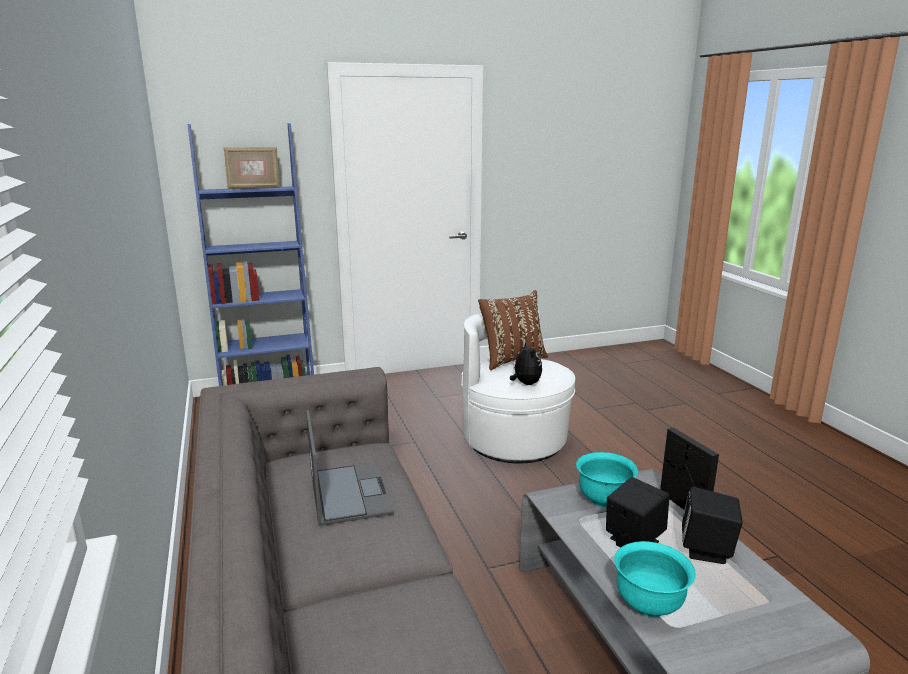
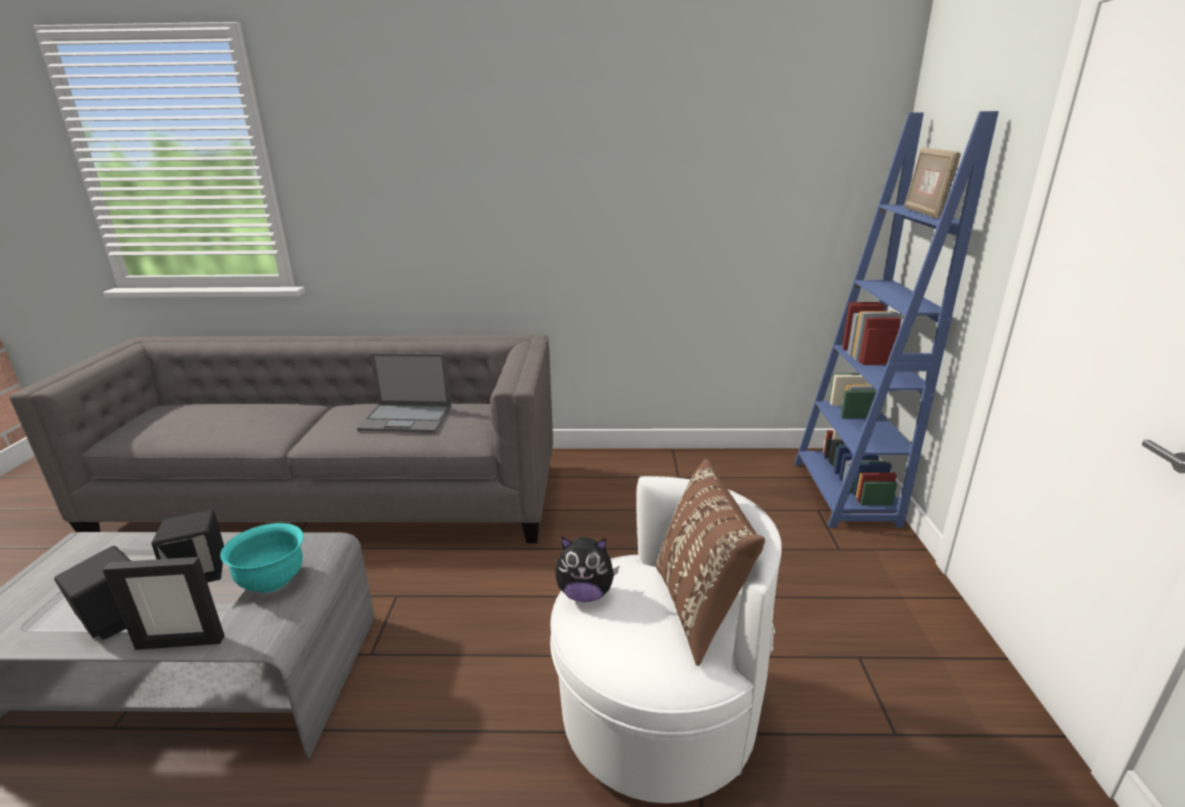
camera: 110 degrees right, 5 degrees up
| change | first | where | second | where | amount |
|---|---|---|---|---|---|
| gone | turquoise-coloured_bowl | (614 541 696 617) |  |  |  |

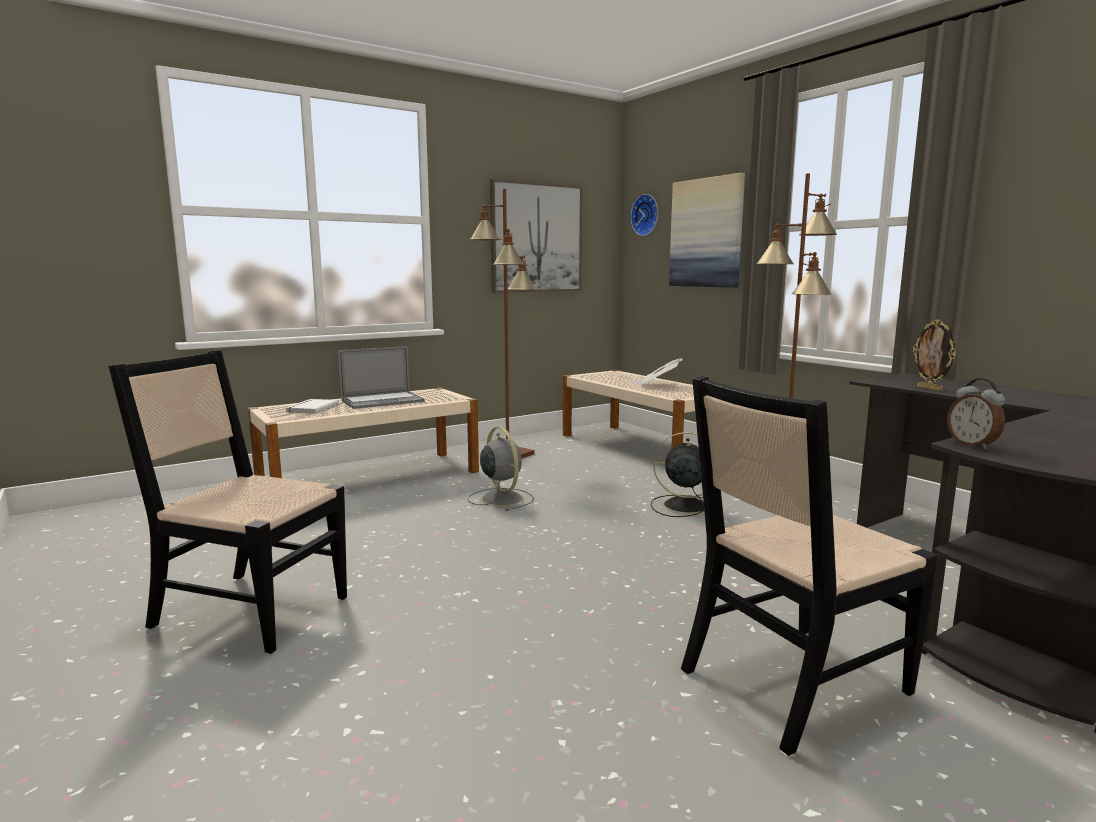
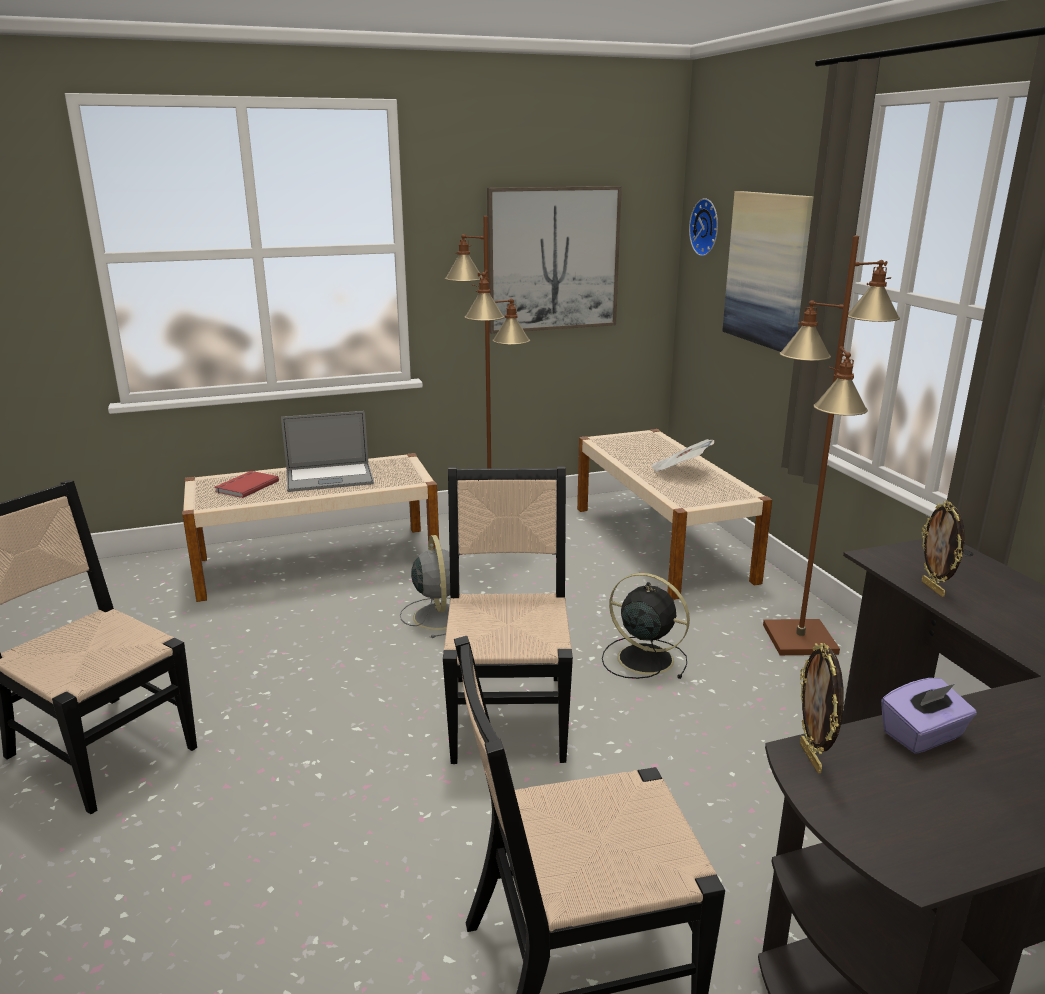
camera: 15 degrees right, 10 degrees up
| change | first | where | second | where | amount |
|---|---|---|---|---|---|
| repainted | white-coloured_book | (285 399 339 414) | red-coloured_book | (214 471 279 498) |  |
| new |  |  | plain_chair | (443 466 573 764) |  |
| swapped | bedside_clock | (947 378 1005 449) | picture_frame | (800 643 844 773) |  |
| new |  |  | purplish_tissue_holder | (881 678 977 754) |  |

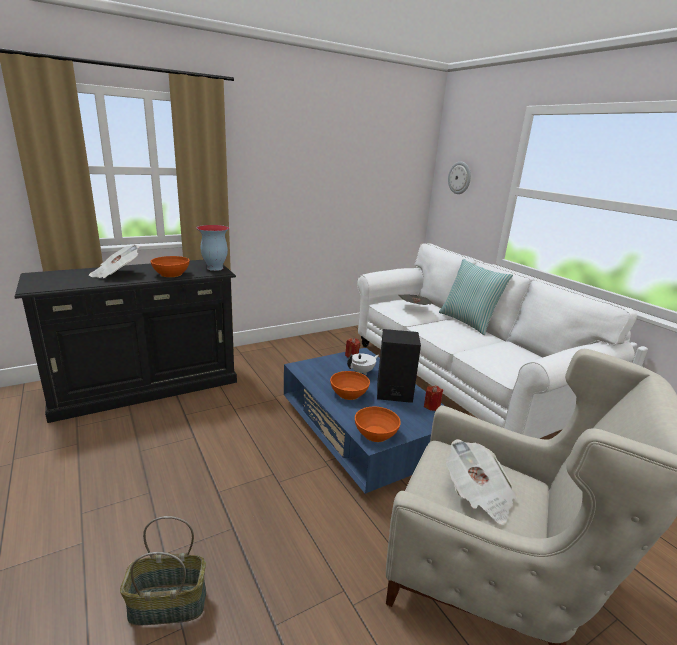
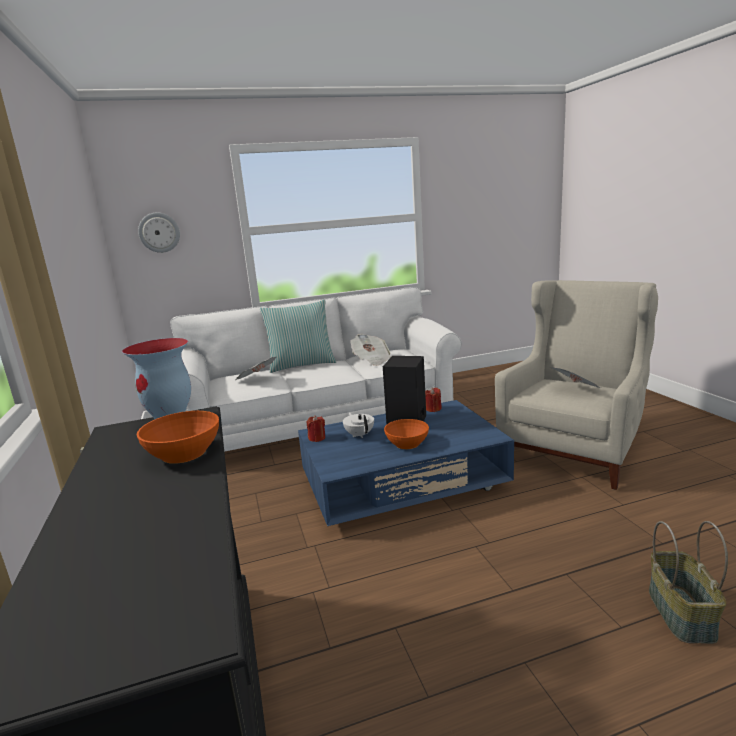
camera: 75 degrees left, 5 degrees down
| change | first | where | second | where | amount |
|---|---|---|---|---|---|
| shifted | newspaper | (89 245 139 278) |  | (350 334 392 366) |  |
| gone | orange-coloured_bowl | (355 407 401 442) |  |  |  |

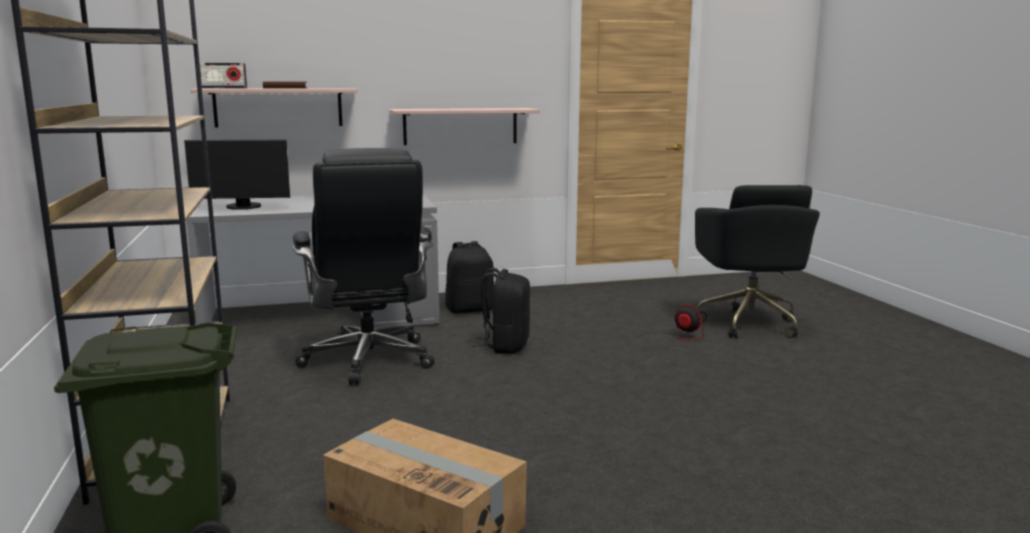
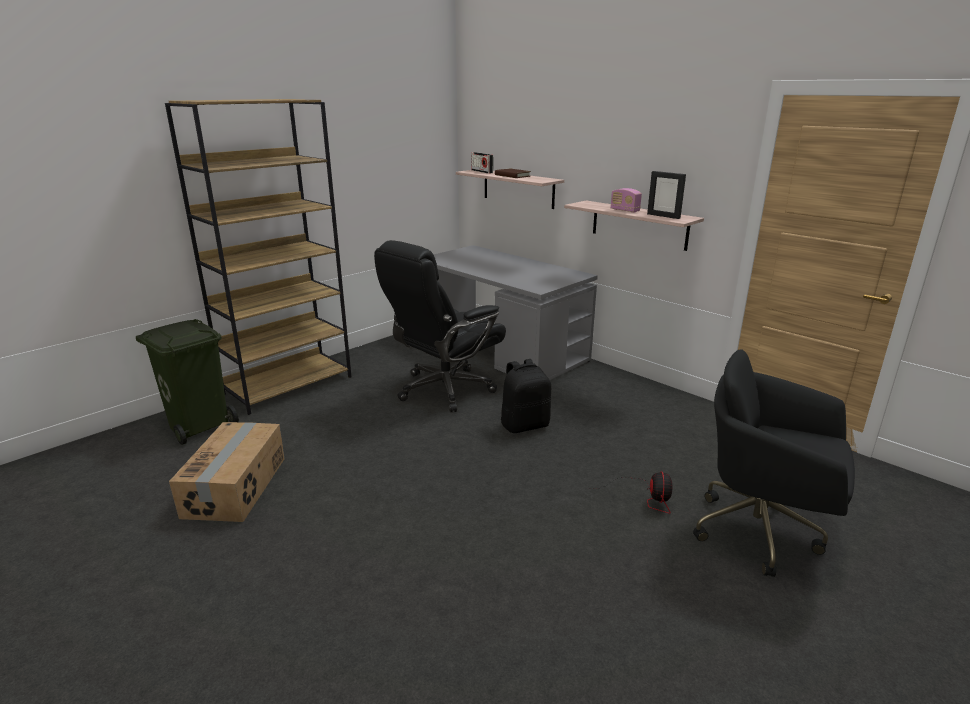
camera: 60 degrees right, 10 degrees up
| change | first | where | second | where | amount |
|---|---|---|---|---|---|
| new |  |  | radio_receiver | (611 188 642 213) |  |
| new |  |  | picture_frame | (647 171 686 219) |  |
| rotated | blackish_desk_chair | (695 185 820 338) |  | (693 349 855 577) | 60 degrees clockwise |
| gone | computer_screen | (184 140 290 210) |  |  |  |
| gone | blackish_rucksack | (445 241 494 313) |  |  |  |

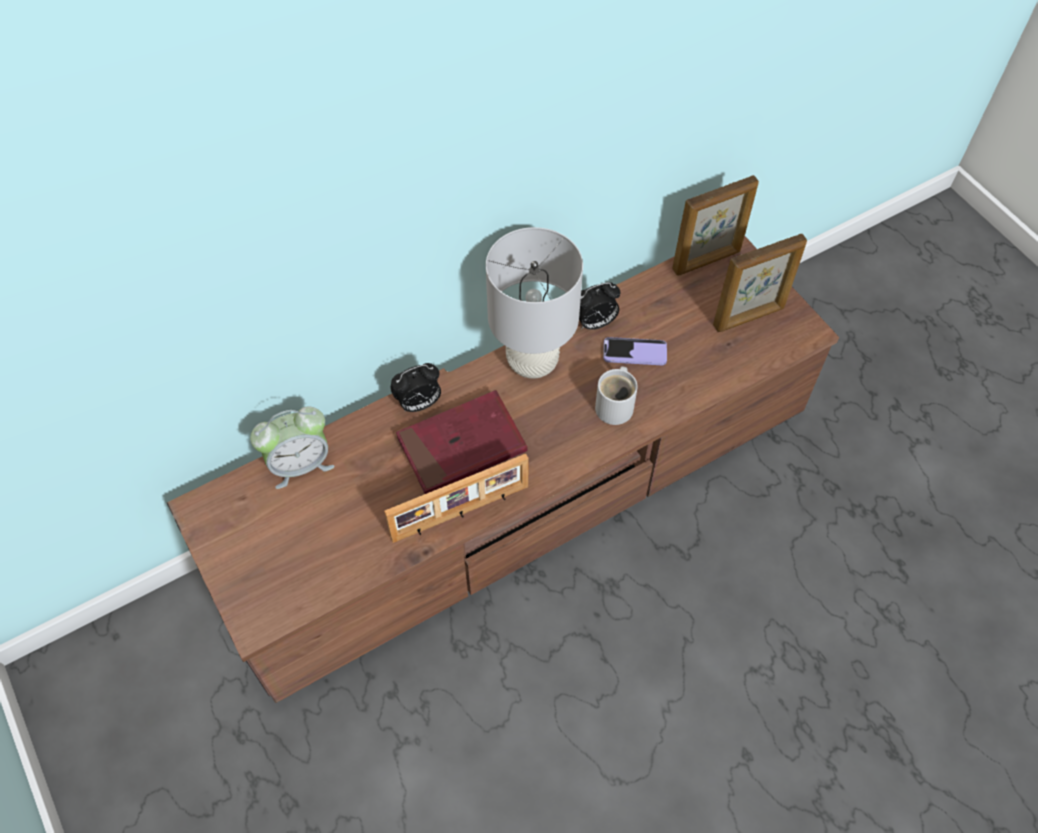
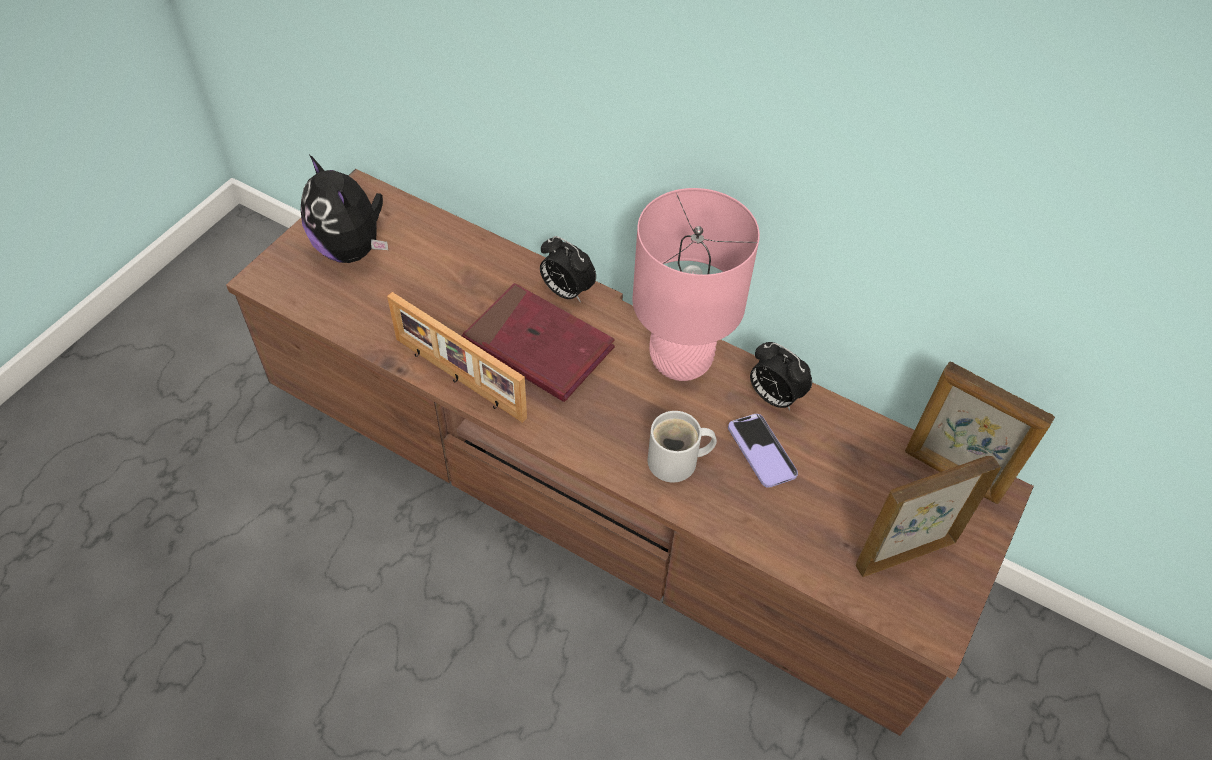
camera: 60 degrees right, 5 degrees down
| change | first | where | second | where | amount |
|---|---|---|---|---|---|
| new |  |  | plush_toy | (301 155 388 263) |  |
| repainted | gray_lamp_for_a_table | (486 227 583 379) | pinkish_lamp_for_a_table | (633 188 760 381) |  |
| rotated | picture_frame | (713 234 807 332) |  | (856 456 1001 577) | 120 degrees clockwise |
| gone | bedside_clock | (250 406 335 489) |  |  |  |

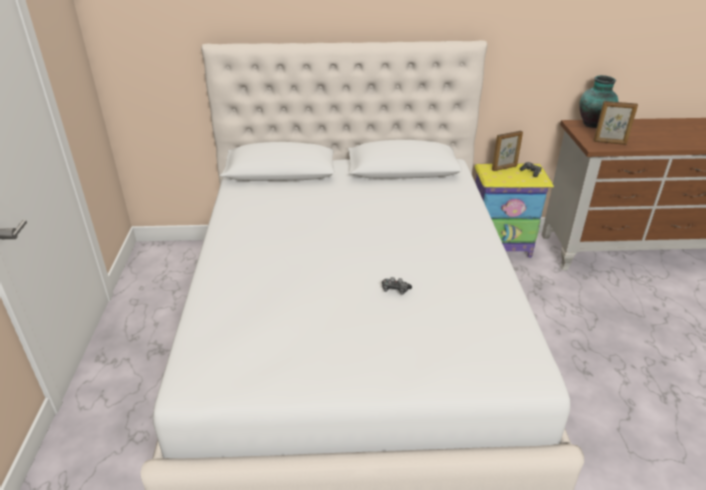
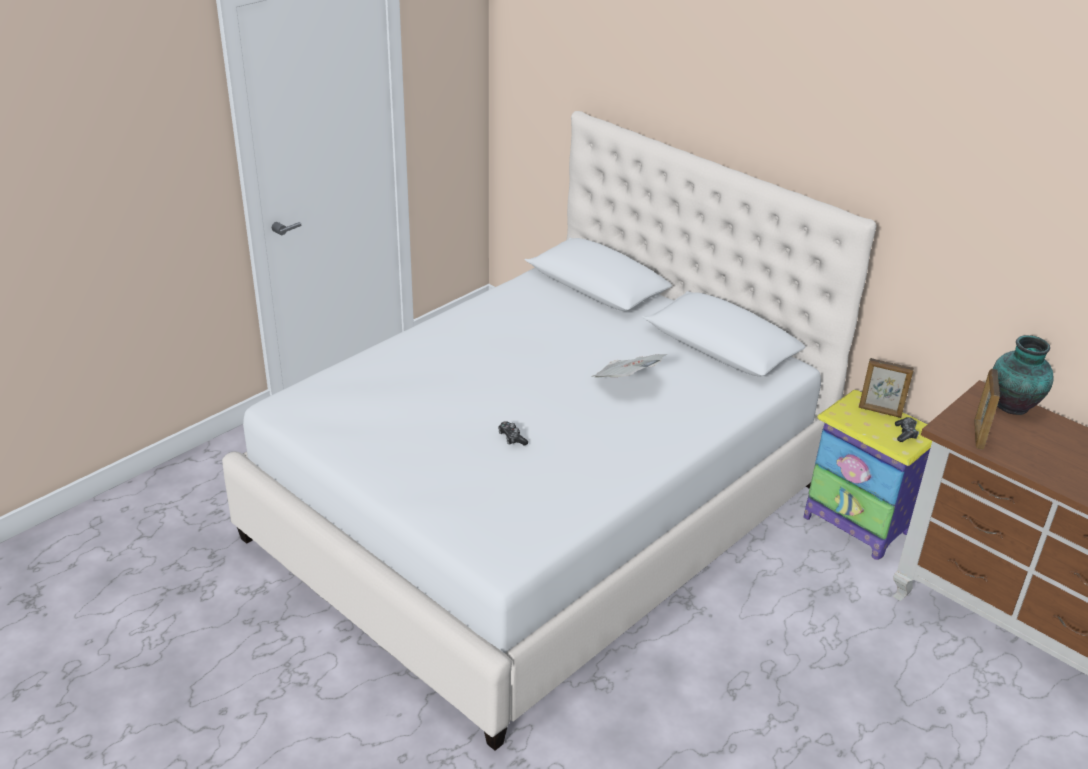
camera: 45 degrees right, 0 degrees up
| change | first | where | second | where | amount |
|---|---|---|---|---|---|
| new |  |  | newspaper | (591 354 667 378) |  |
| rotated | picture_frame | (594 101 638 145) |  | (974 369 1000 450) | 45 degrees clockwise |

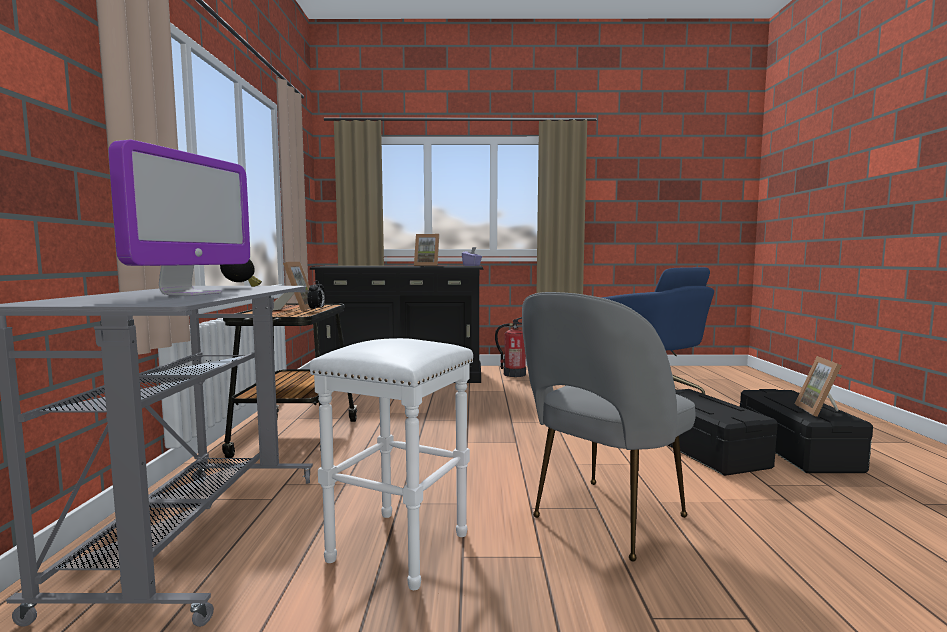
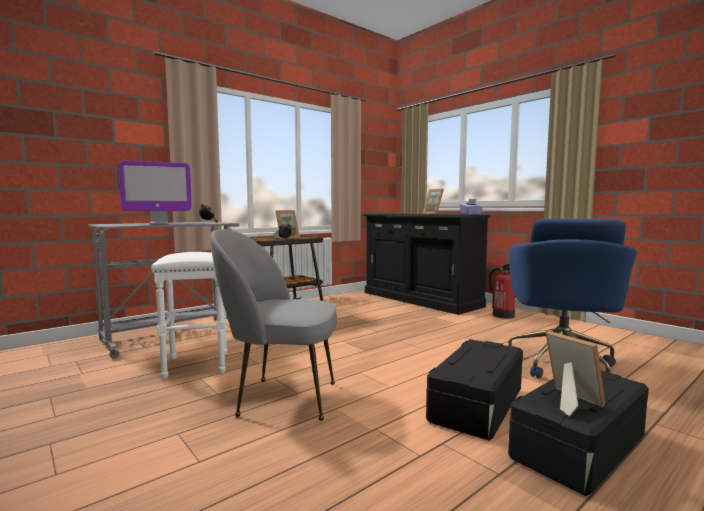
camera: 50 degrees right, 0 degrees up
| change | first | where | second | where | amount |
|---|---|---|---|---|---|
| rotated | picture_frame | (795 356 842 417) |  | (546 331 605 416) | 90 degrees clockwise |

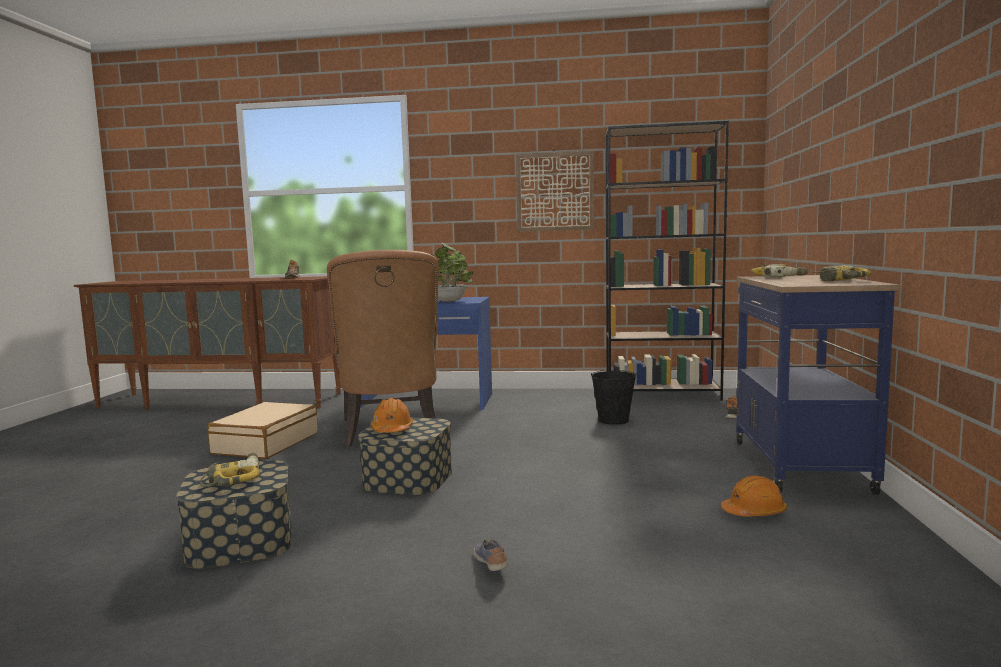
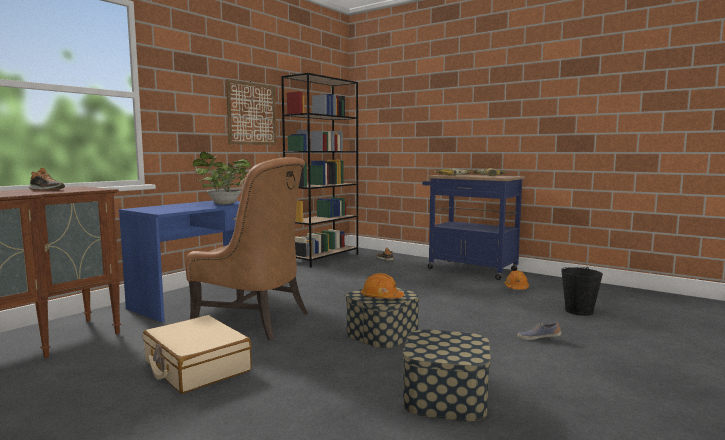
camera: 60 degrees left, 0 degrees up
| change | first | where | second | where | amount |
|---|---|---|---|---|---|
| shifted | blackish_pail | (591 370 636 425) |  | (561 267 603 316) |  |
| gone | electric_drill | (200 452 260 487) |  |  |  |

